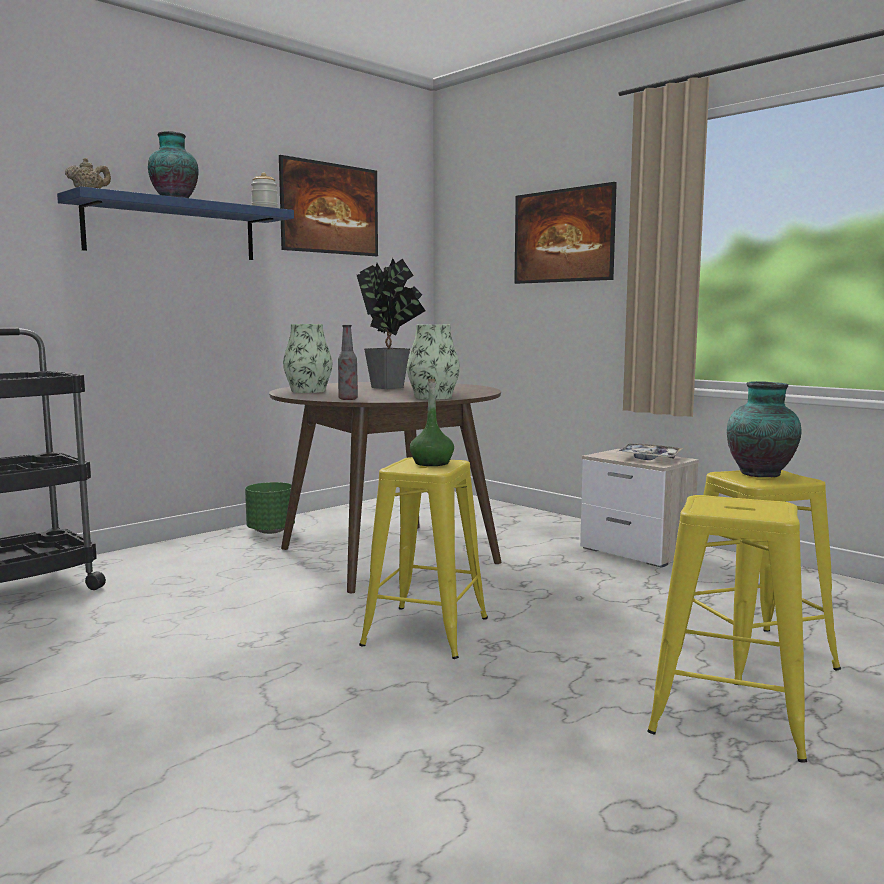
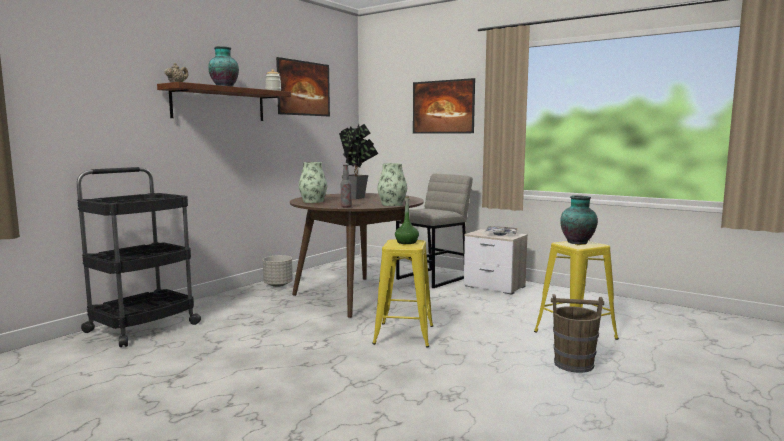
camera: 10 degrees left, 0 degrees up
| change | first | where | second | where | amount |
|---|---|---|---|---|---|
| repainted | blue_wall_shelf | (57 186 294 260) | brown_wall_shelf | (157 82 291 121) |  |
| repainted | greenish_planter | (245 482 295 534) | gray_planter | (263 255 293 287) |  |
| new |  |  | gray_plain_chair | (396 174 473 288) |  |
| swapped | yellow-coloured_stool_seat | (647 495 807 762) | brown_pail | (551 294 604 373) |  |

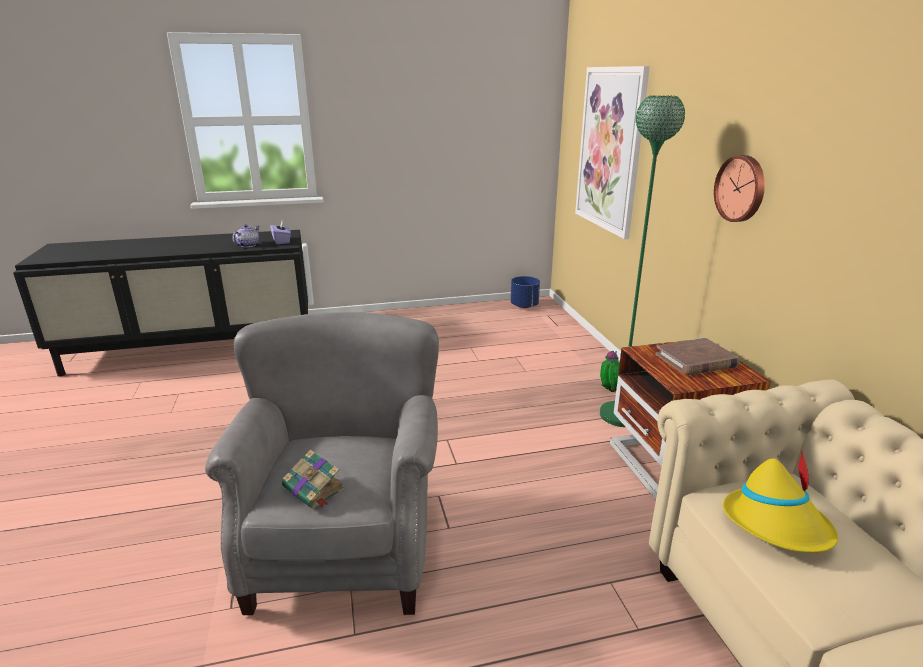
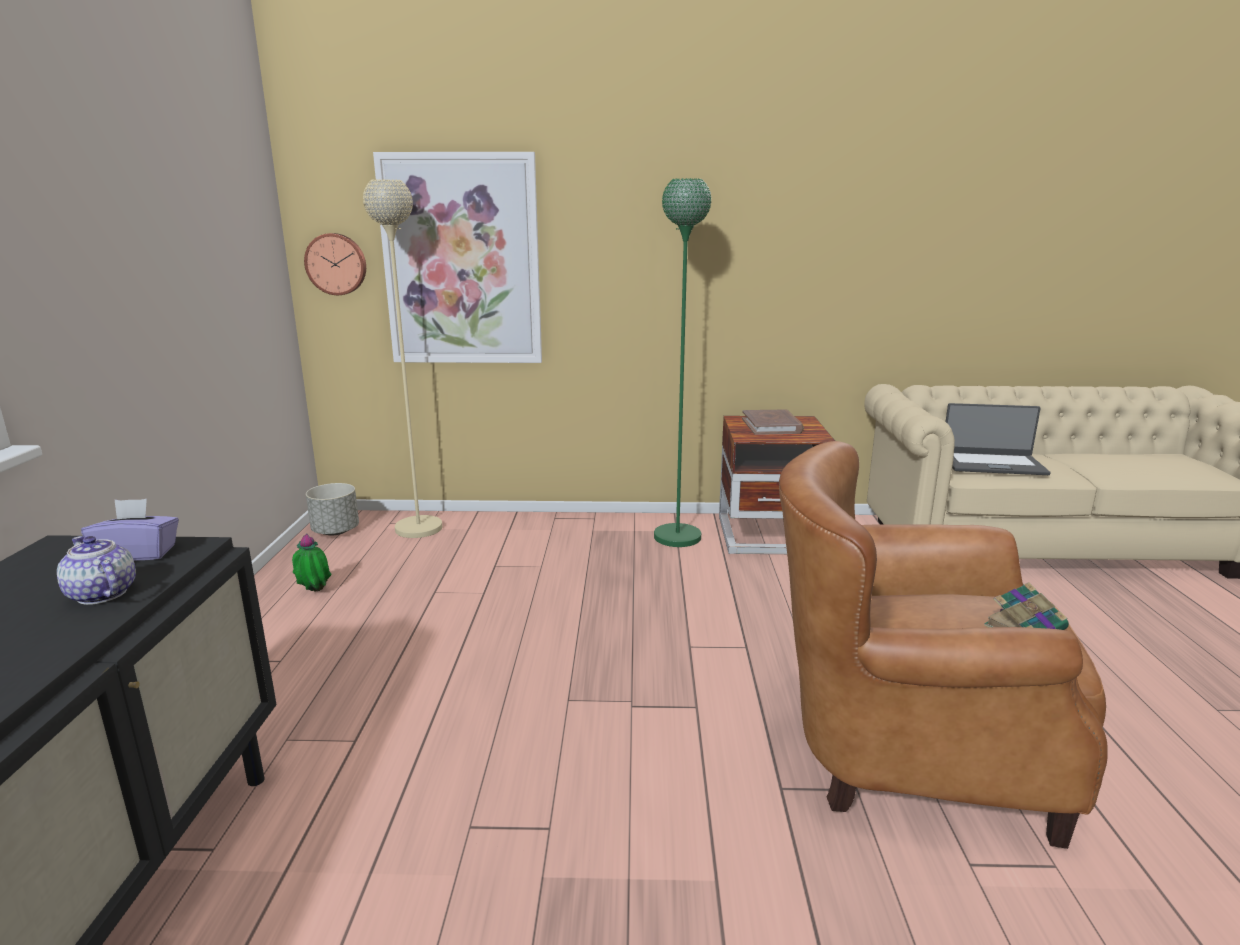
camera: 75 degrees left, 5 degrees down
| change | first | where | second | where | amount |
|---|---|---|---|---|---|
| shifted | houseplant | (600 351 620 392) |  | (292 534 332 592) |  |
| shifted | clock_on_the_wall | (714 155 765 222) |  | (304 233 366 295) |  |
| repainted | blue_planter | (511 276 540 308) | gray_planter | (306 483 359 535) |  |
| new |  |  | sand-coloured_standard_lamp | (363 179 442 538) |  |
| repainted | gray_armchair | (205 312 439 615) | brown_armchair | (779 441 1108 849) |  |
| swapped | yellow-coloured_hat | (723 449 838 553) | portable_computer | (945 403 1051 475) |  |

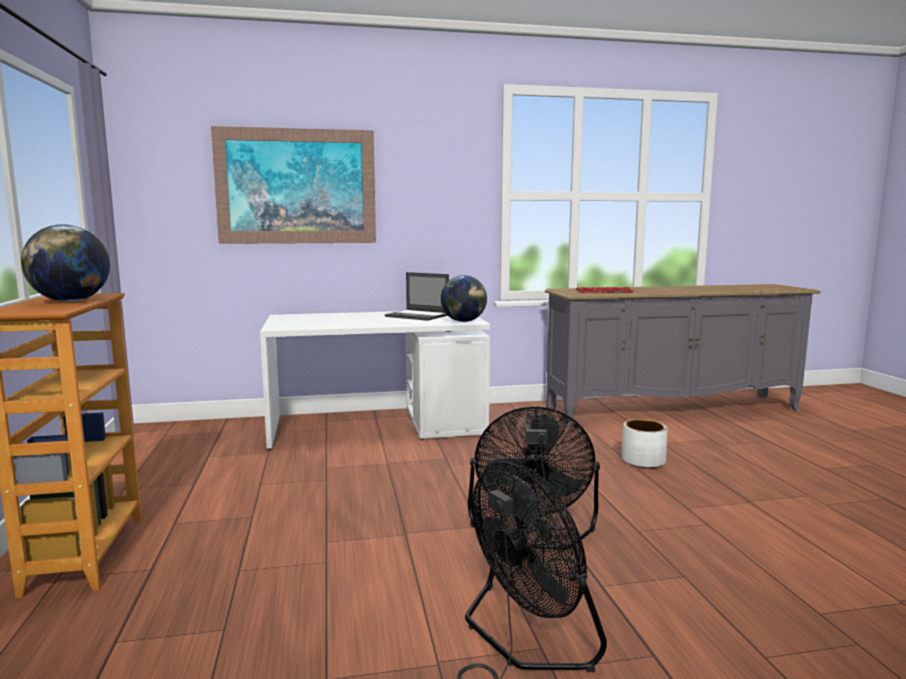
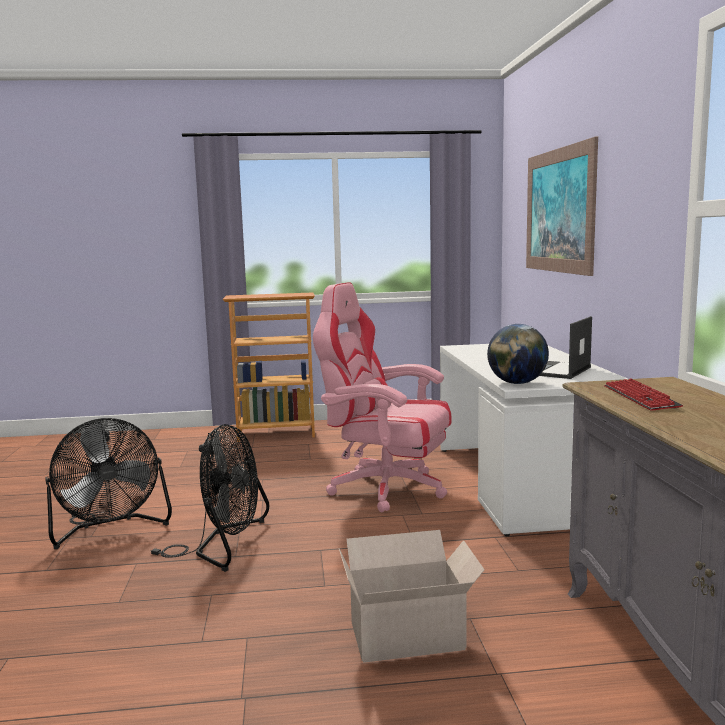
camera: 95 degrees right, 0 degrees up
| change | first | where | second | where | amount |
|---|---|---|---|---|---|
| new |  |  | pinkish_desk_chair | (313 282 452 512) |  |
| swapped | white-coloured_planter | (621 419 668 468) | cardboard_box | (339 530 485 663) |  |
| gone | world_globe | (21 224 110 302) |  |  |  |

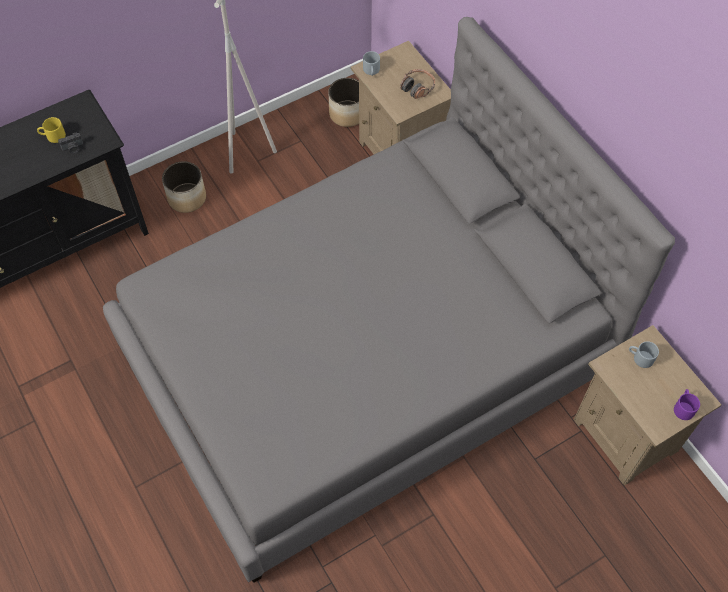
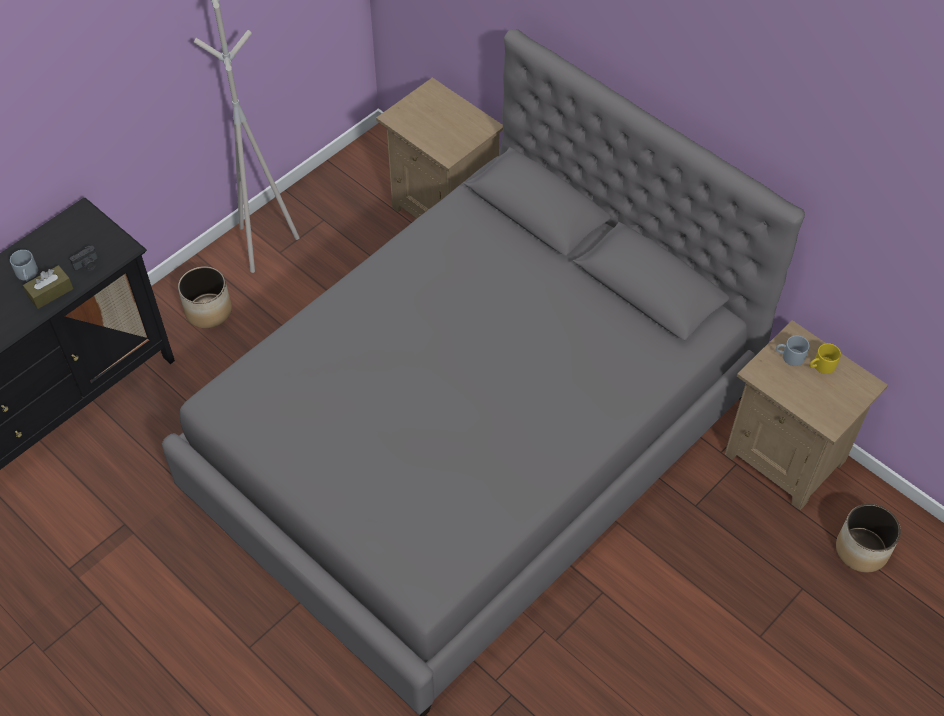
camera: 15 degrees left, 5 degrees down
| change | first | where | second | where | amount |
|---|---|---|---|---|---|
| shifted | gray_coffee_mug | (363 51 380 76) |  | (10 250 38 282) |  |
| new |  |  | brown_tissue_holder | (23 265 74 309) |  |
| shifted | yellow-coloured_coffee_mug | (37 117 66 143) |  | (809 343 841 374) |  |
| shifted | planter | (328 78 359 127) |  | (836 504 901 573) |  |
| gone | headphones | (401 69 435 99) |  |  |  |
| gone | purplish_coffee_mug | (674 389 700 420) |  |  |  |

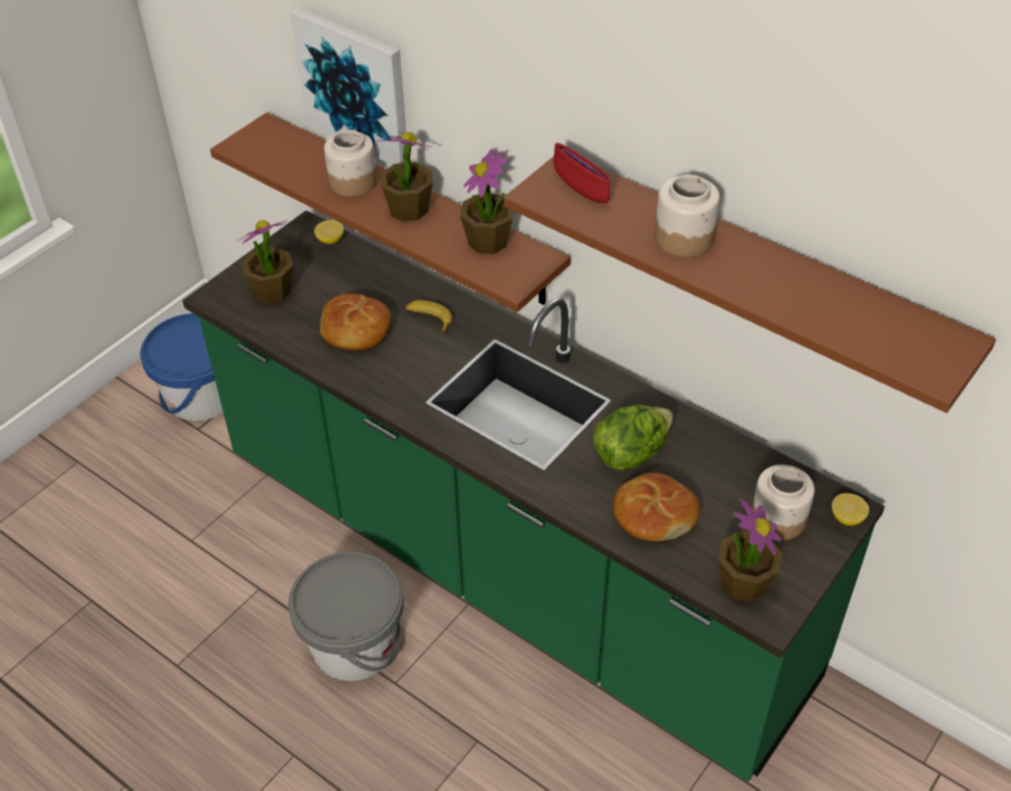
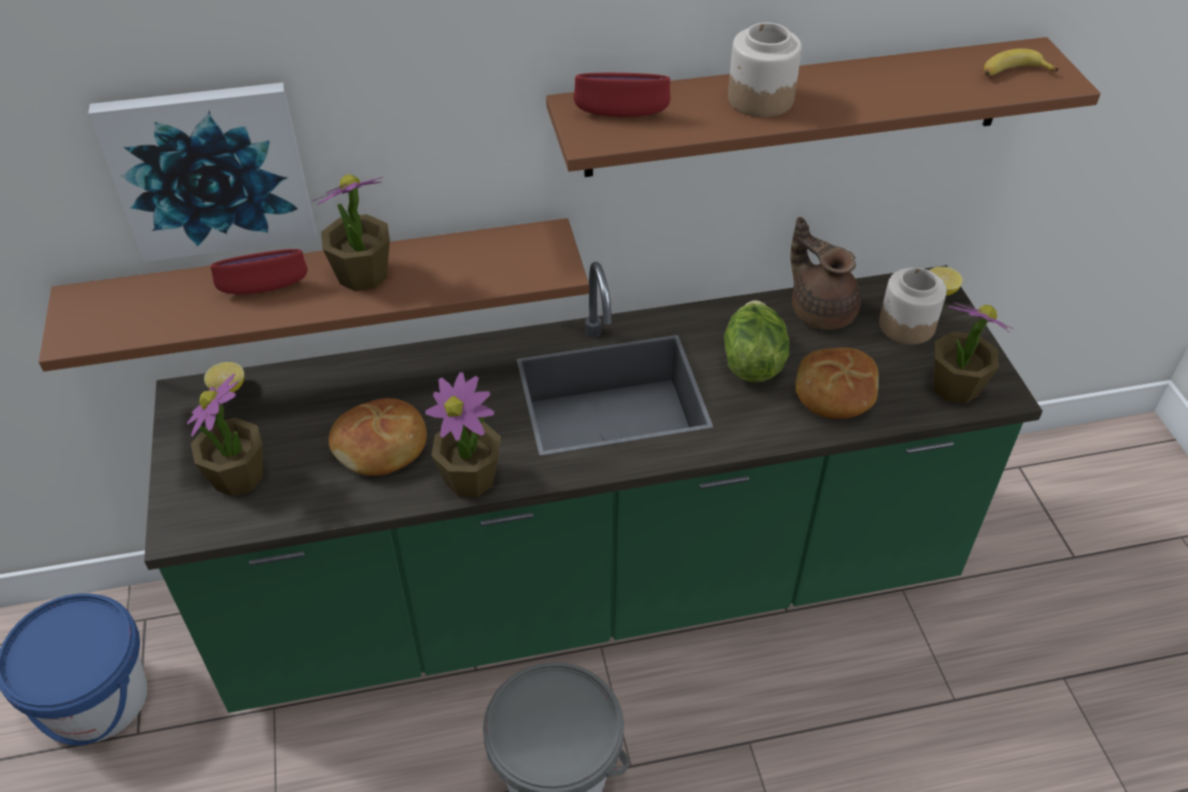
camera: 50 degrees left, 0 degrees up
| change | first | where | second | where | amount |
|---|---|---|---|---|---|
| swapped | jar | (324 130 377 197) | red-coloured_bowl | (210 249 308 294) |  |
| shifted | houseplant | (460 149 514 254) |  | (426 372 501 497) |  |
| new |  |  | brown_pot_for_tea | (791 217 861 330) |  |
| shifted | banana_fruit | (405 300 453 334) |  | (984 48 1059 76) |  |

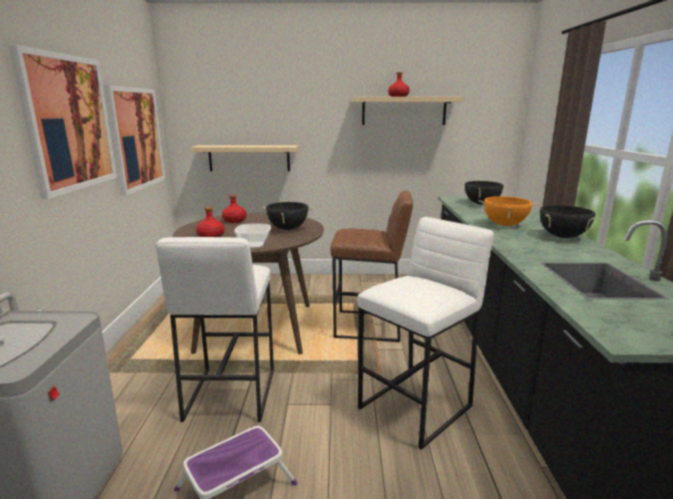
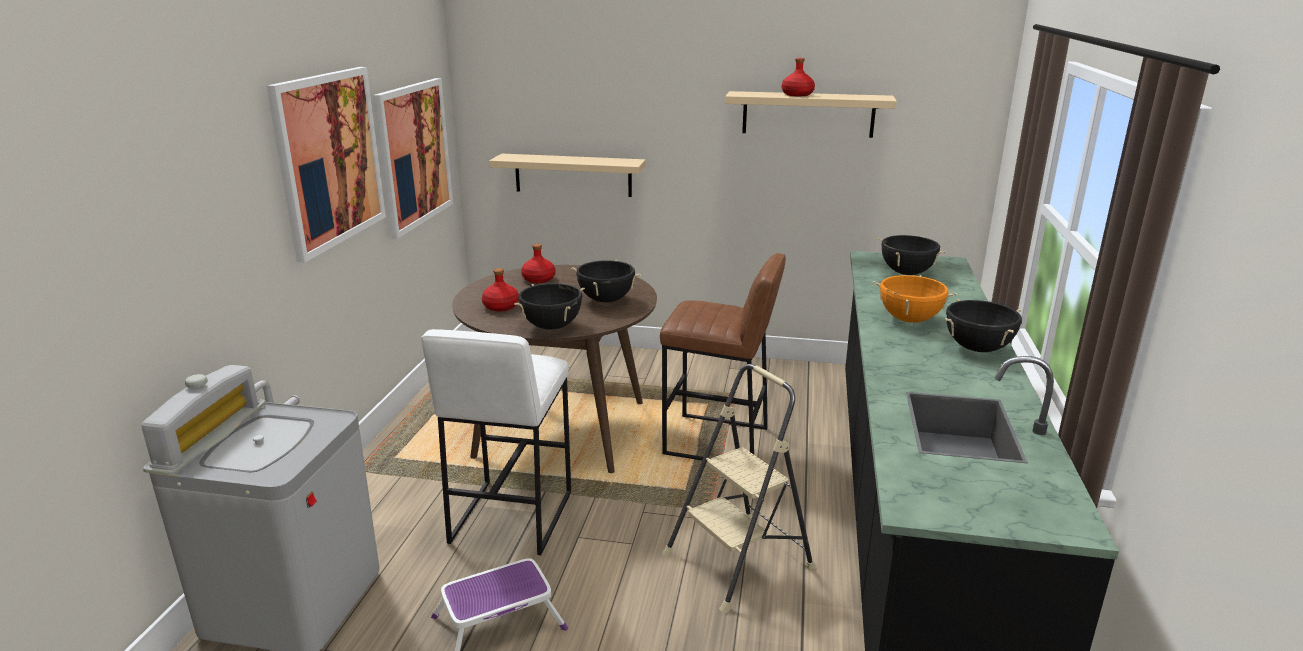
camera: 10 degrees right, 5 degrees up
| change | first | where | second | where | amount |
|---|---|---|---|---|---|
| swapped | bowl | (234 224 271 248) | blackish_cooking_pot | (514 283 585 330) |  |
| swapped | white-coloured_stool_seat | (357 217 494 450) | sand-coloured_stepladder | (662 364 817 613) |  |

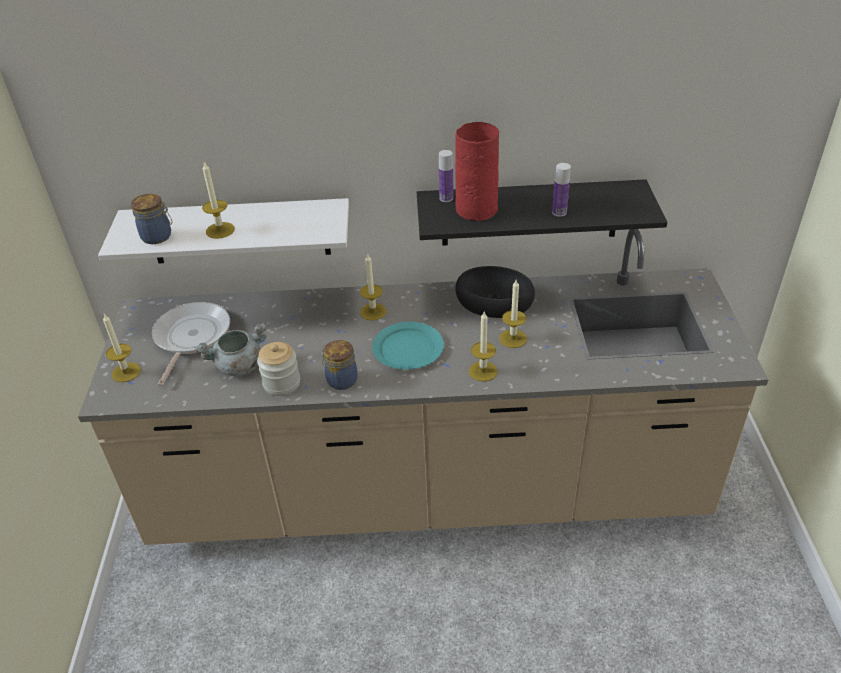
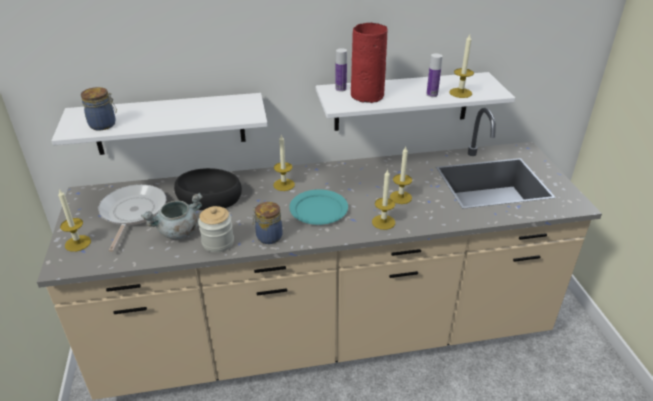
camera: 10 degrees left, 5 degrees down
| change | first | where | second | where | amount |
|---|---|---|---|---|---|
| shifted | blackish_bowl | (455 266 535 318) |  | (174 168 242 210) |  |
| repainted | blackish_wall_shelf | (417 179 667 246) | white-coloured_wall_shelf | (316 72 515 131) |  |
| shifted | wax_light | (202 162 235 239) |  | (449 34 474 98) |  |

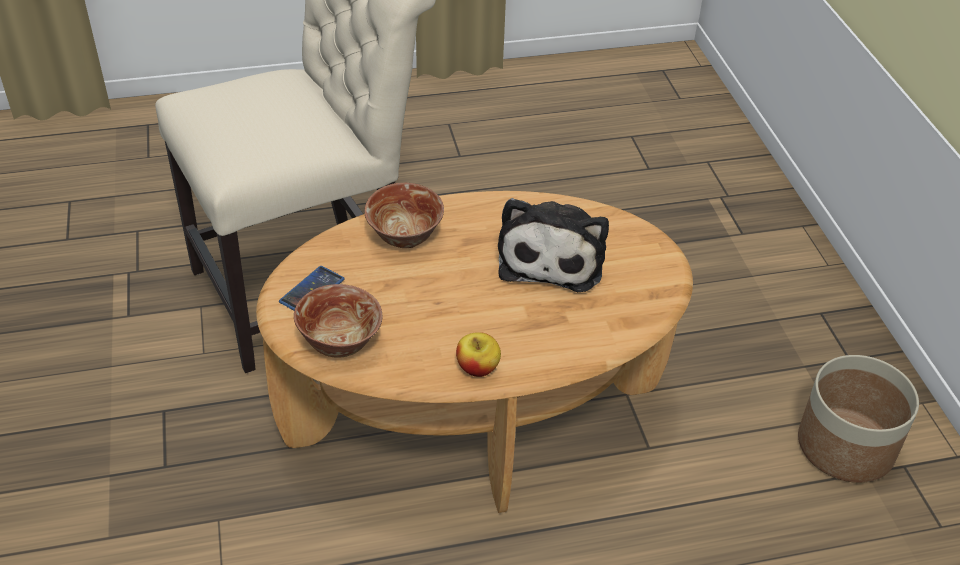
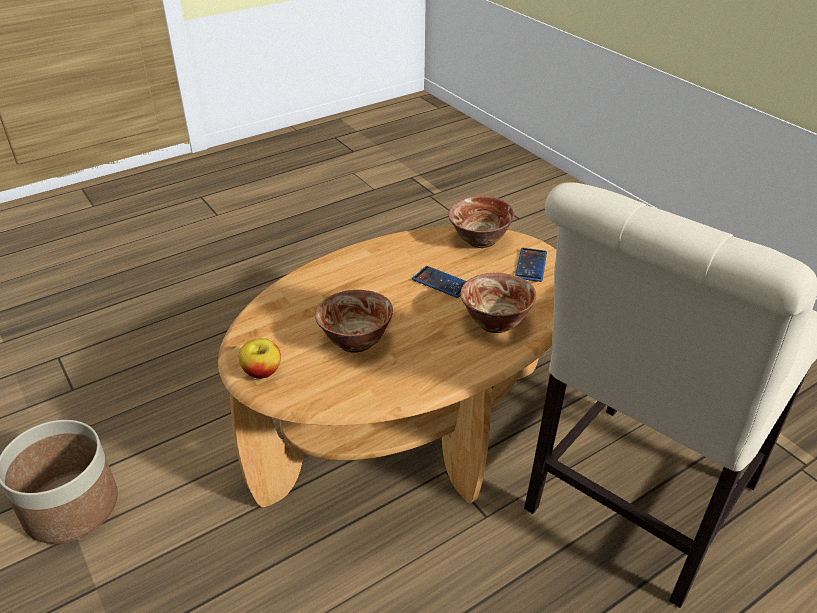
camera: 160 degrees right, 5 degrees down
| change | first | where | second | where | amount |
|---|---|---|---|---|---|
| shifted | apple_fruit | (456 332 501 377) |  | (239 338 281 379) |  |
| swapped | plush_toy | (498 198 609 292) | bowl | (315 290 393 353) |  |
| new |  |  | handset | (412 266 466 298) |  |

